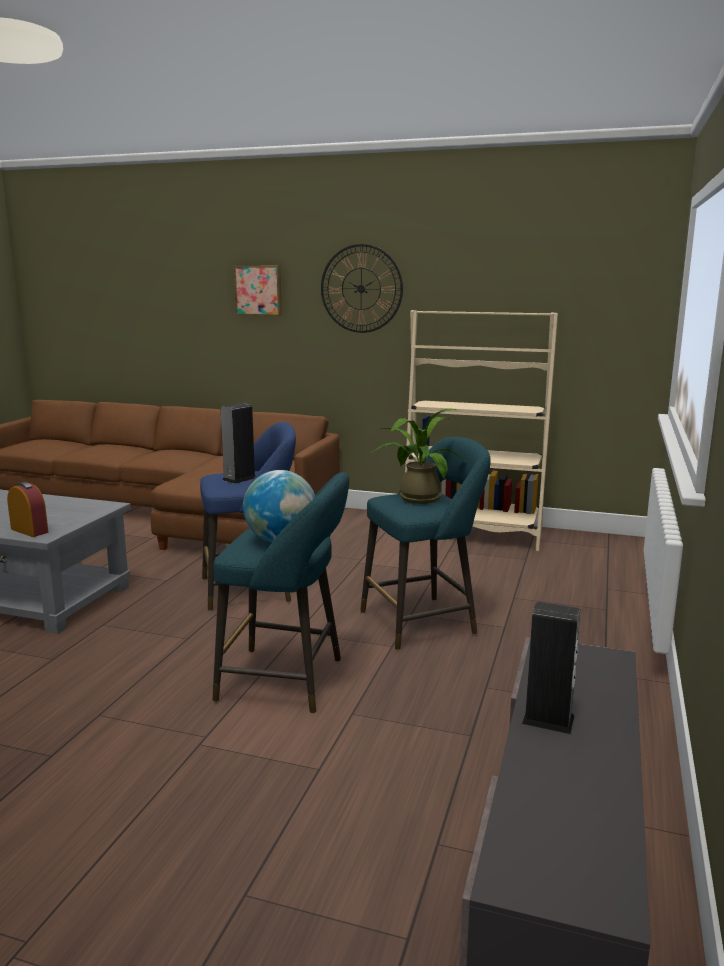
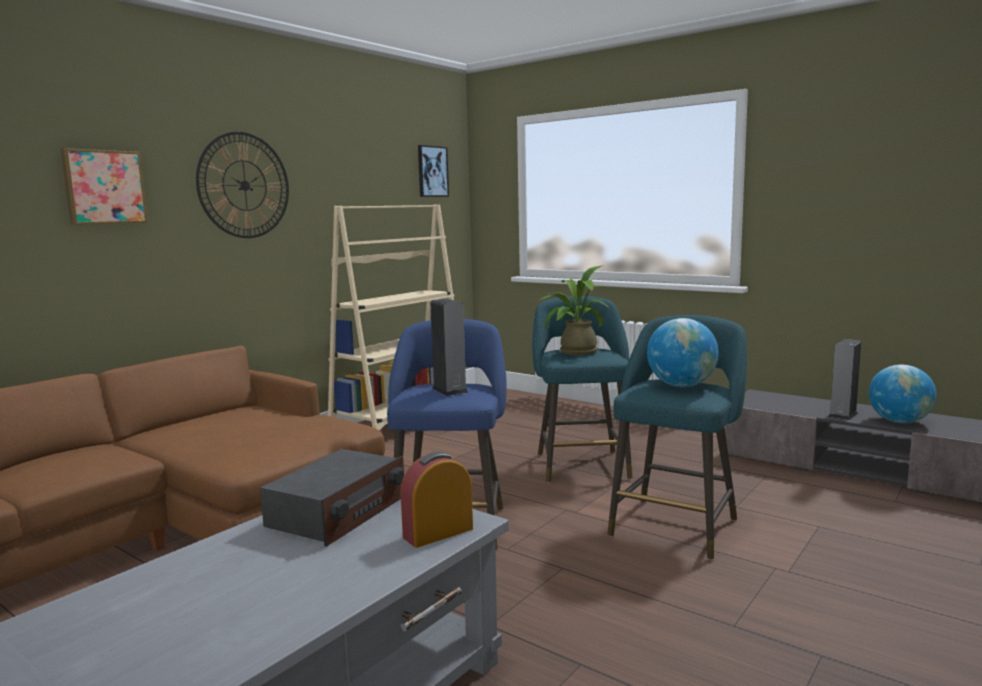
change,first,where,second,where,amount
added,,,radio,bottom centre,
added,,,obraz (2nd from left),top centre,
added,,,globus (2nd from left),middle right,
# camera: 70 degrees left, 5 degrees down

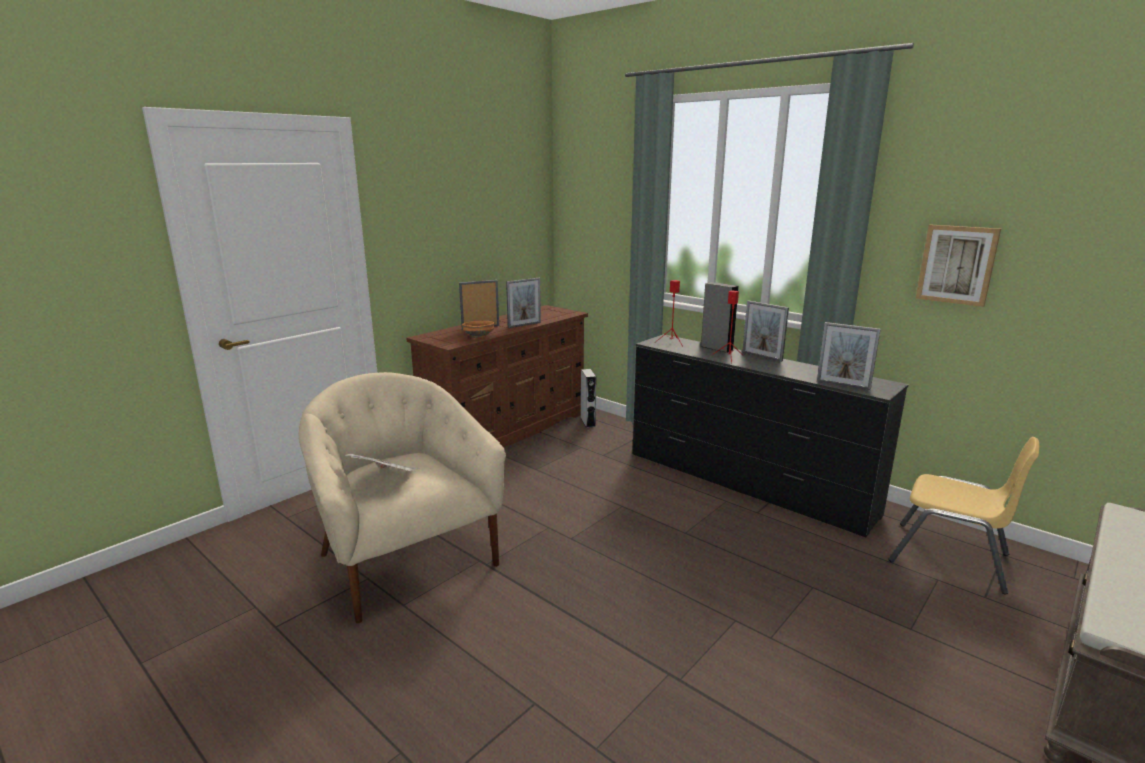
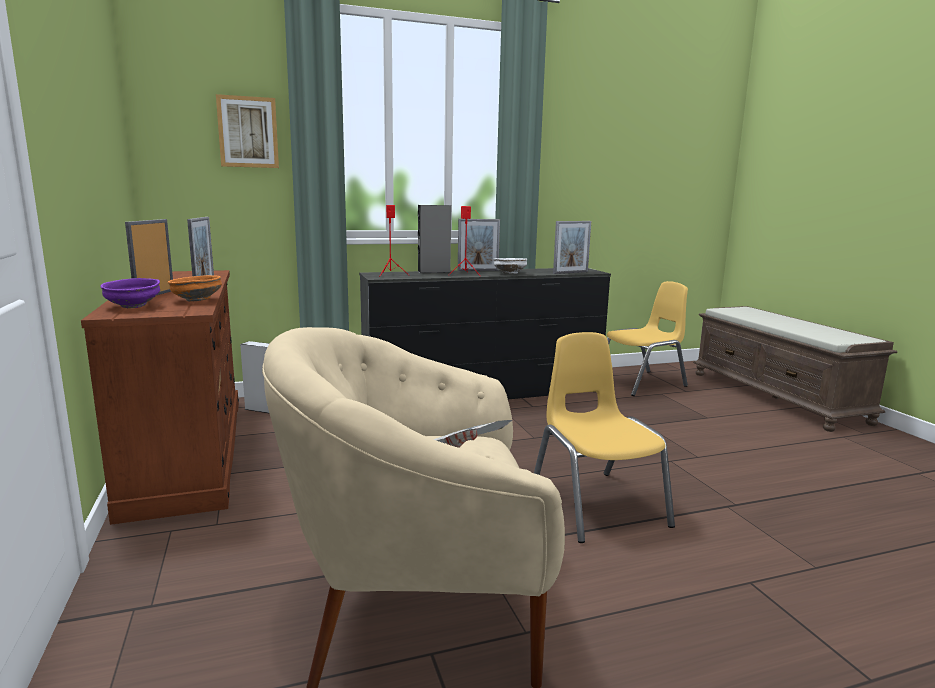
change,first,where,second,where,amount
added,,,miska/fioletowy,middle left,
moved,obraz,middle right,,top left,
added,,,miska/biały,centre,
added,,,krzesło/żółty (1st from left),centre,
# camera: 60 degrees left, 5 degrees down

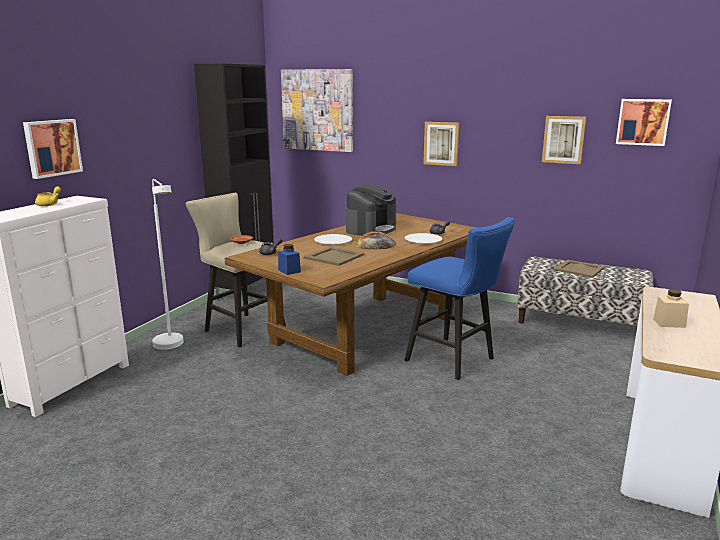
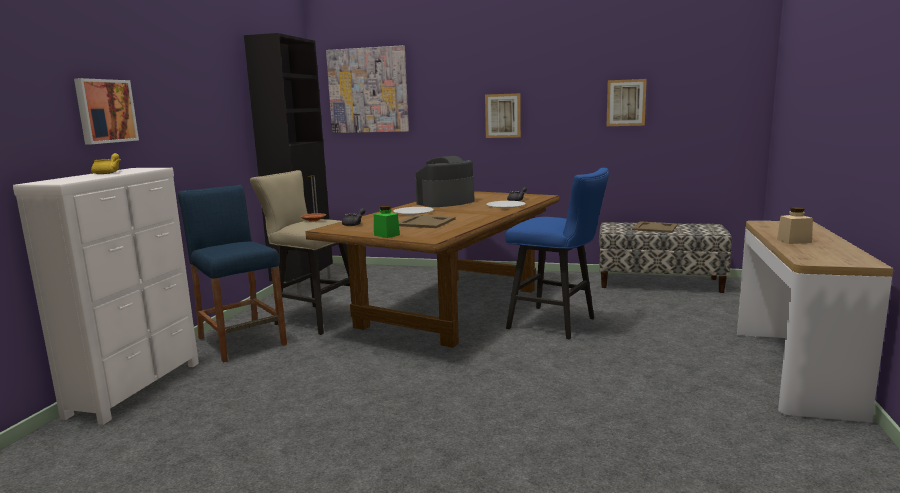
change,first,where,second,where,amount
replaced,lampa stojąca/biały,middle left,stołek/niebieski (1st from left),middle left,
recoloured,słoik/niebieski,centre,słoik/zielony,centre,
turned,ekspres do kawy,centre,,centre,150 degrees counterclockwise
removed,chleb,centre,,,
removed,obraz (5th from left),top right,,,
# camera: 10 degrees left, 5 degrees down

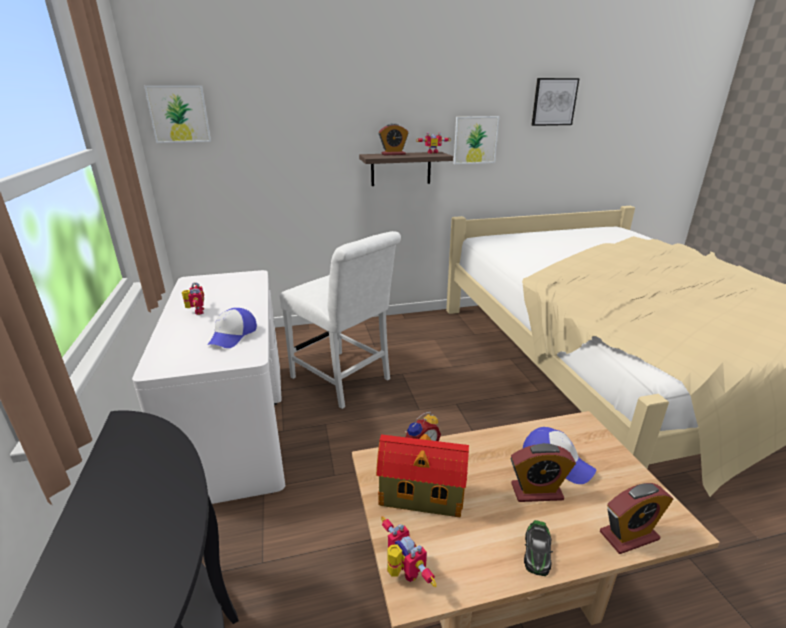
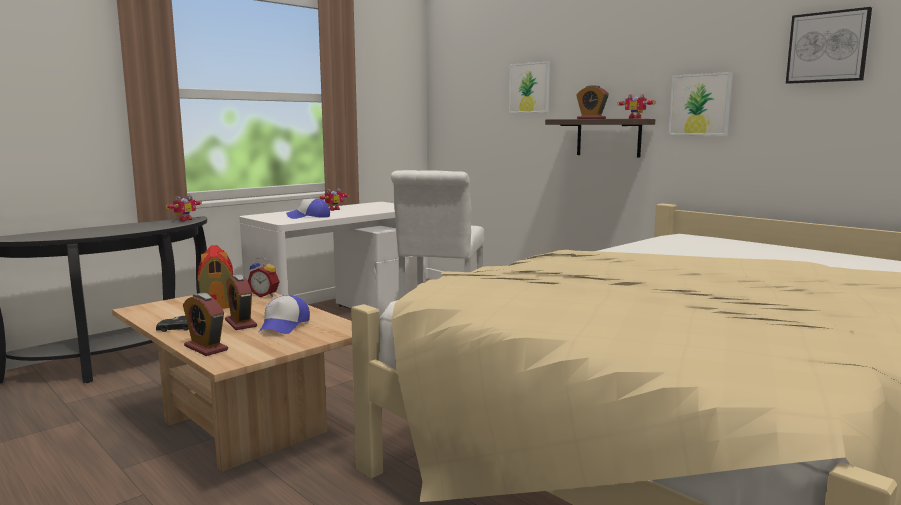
change,first,where,second,where,amount
moved,robot zabawkowy (2nd from left in the first image),bottom centre,robot zabawkowy (1st from left),middle left,
moved,obraz (1st from left),top left,,top centre,
# camera: 60 degrees right, 15 degrees down

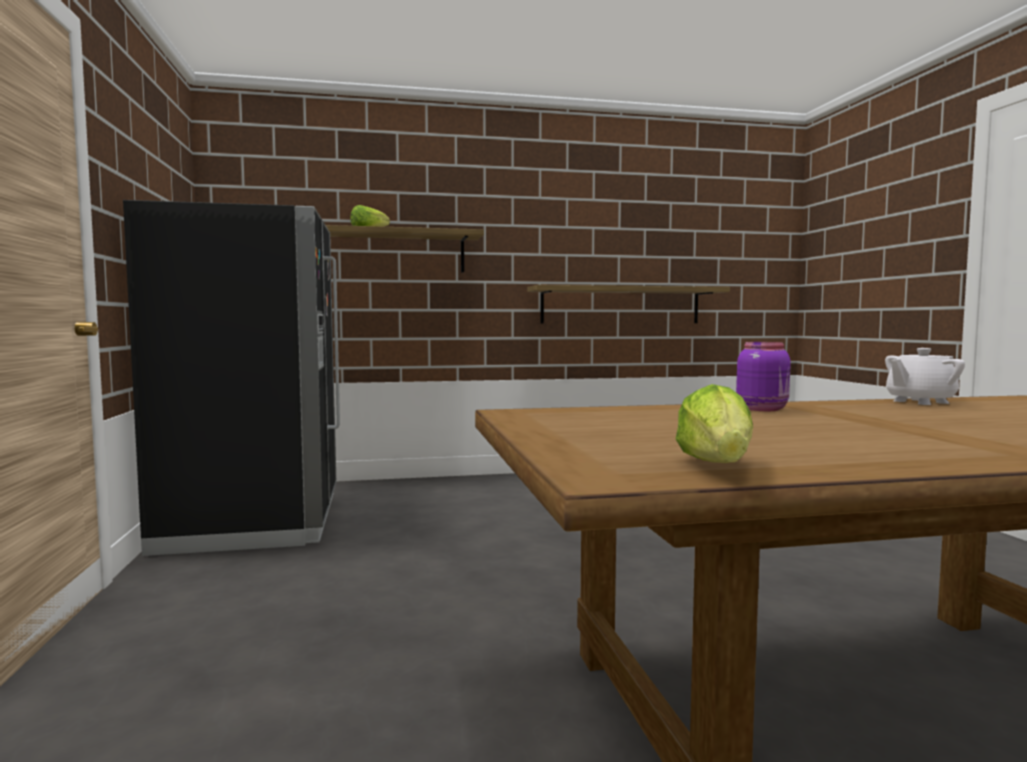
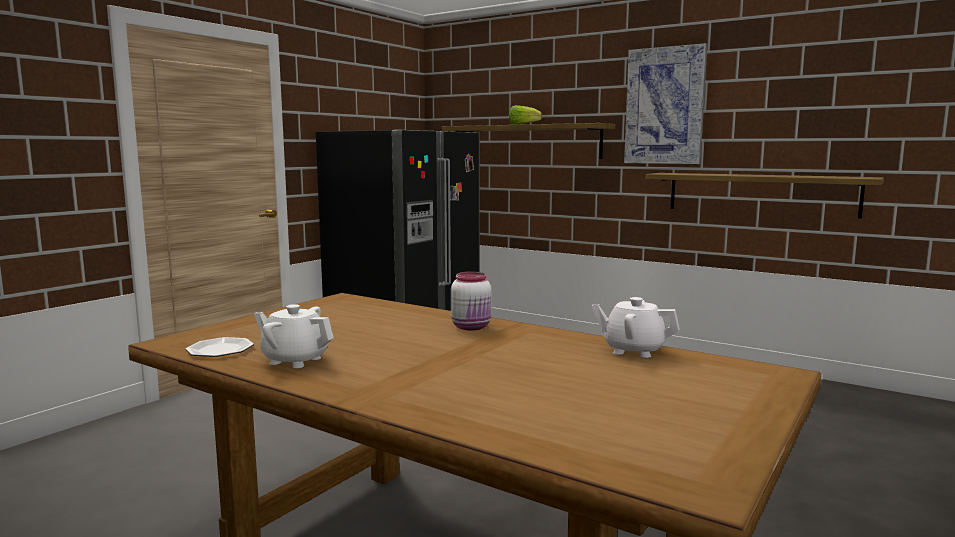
change,first,where,second,where,amount
replaced,sałata (2nd from left),middle right,talerz,middle left,
added,,,imbryk/biały (1st from left),middle left,
recoloured,słoik/fioletowy,middle right,słoik/biały,centre,
added,,,obraz,top right,
# camera: 45 degrees right, 5 degrees up

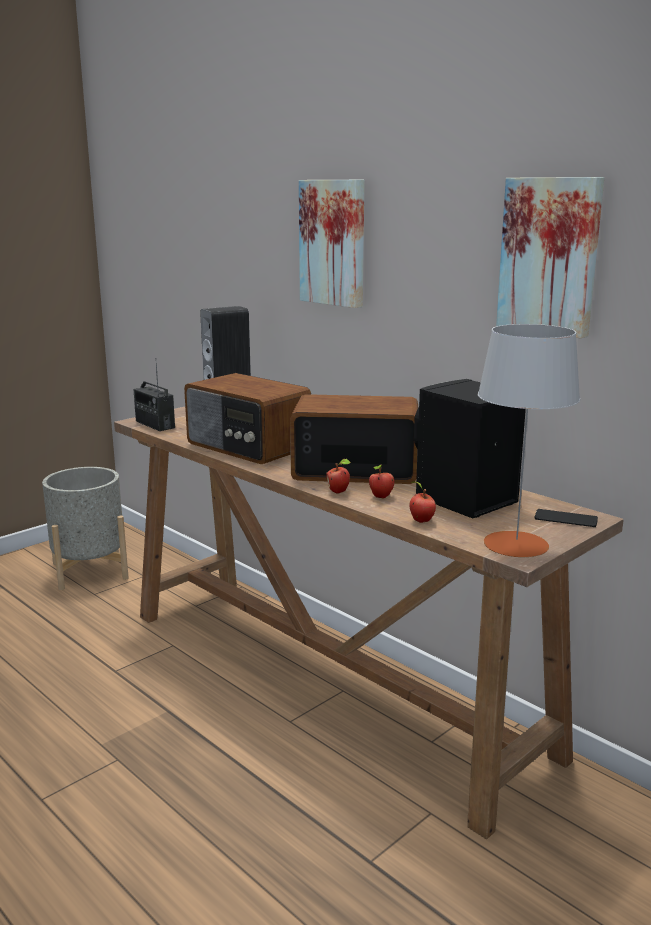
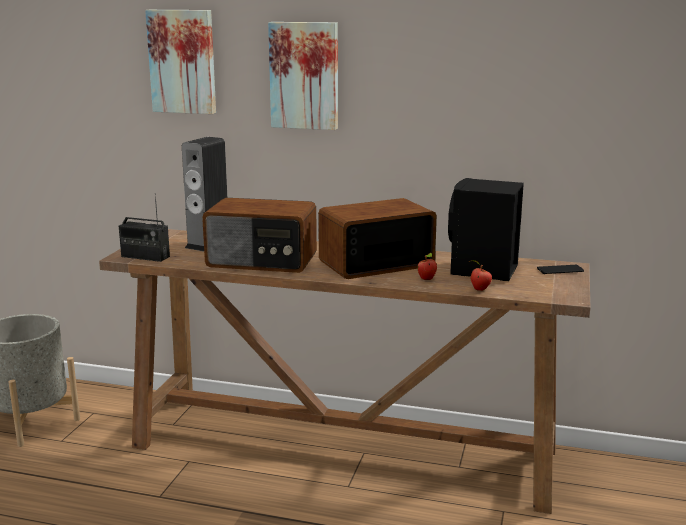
change,first,where,second,where,amount
moved,obraz (2nd from left in the first image),top right,obraz (1st from left),top left,
removed,jabłko (1st from left),centre,,,
removed,lampa stołowa/szary,middle right,,,
# camera: 30 degrees left, 0 degrees up

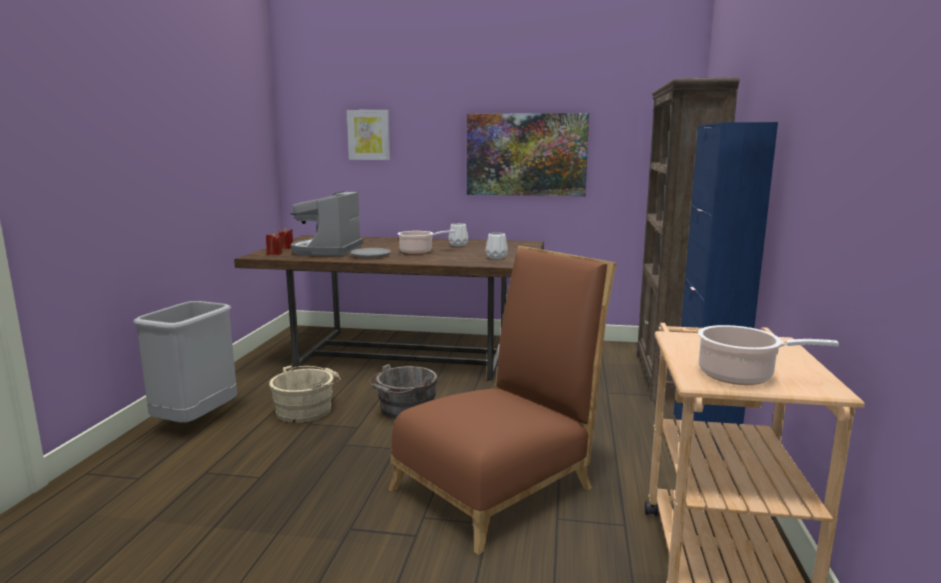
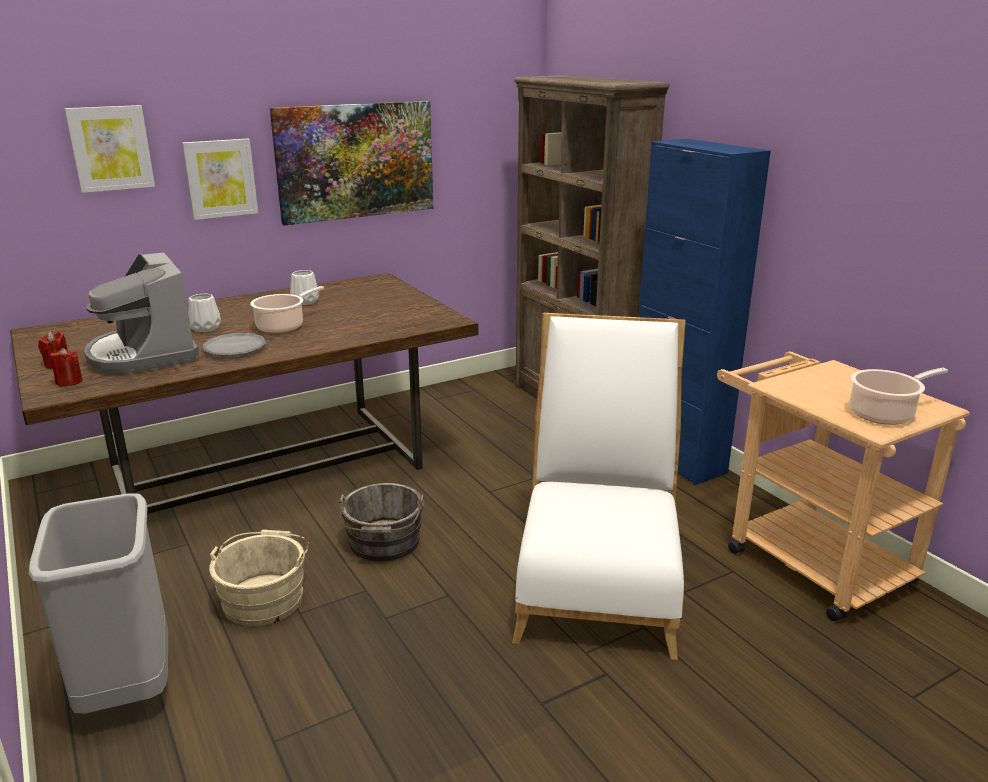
change,first,where,second,where,amount
added,,,obraz (2nd from left),top left,
moved,wazon/biały (2nd from left in the first image),centre,wazon/biały (1st from left),middle left,
recoloured,krzesło/brązowy,bottom centre,krzesło/biały,centre,
# camera: 40 degrees left, 10 degrees up

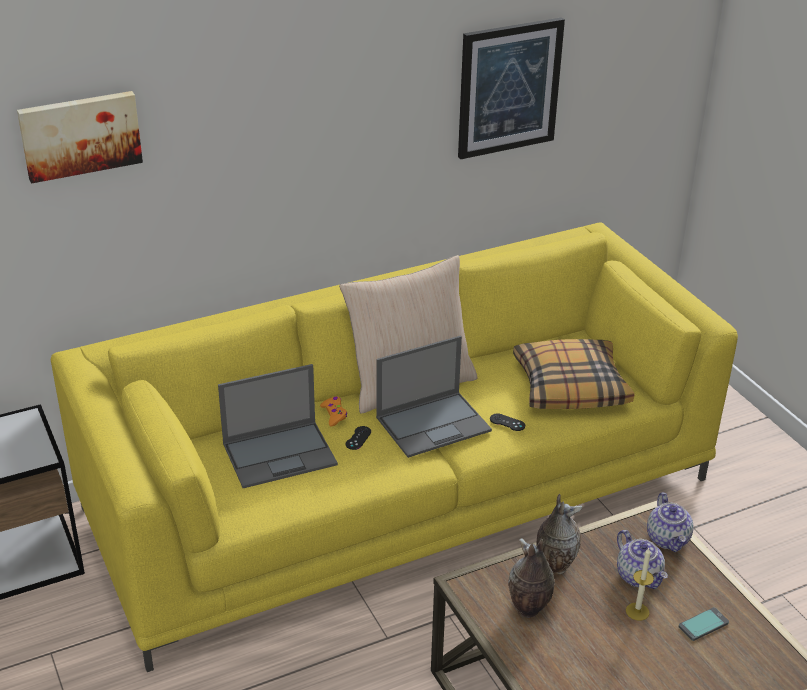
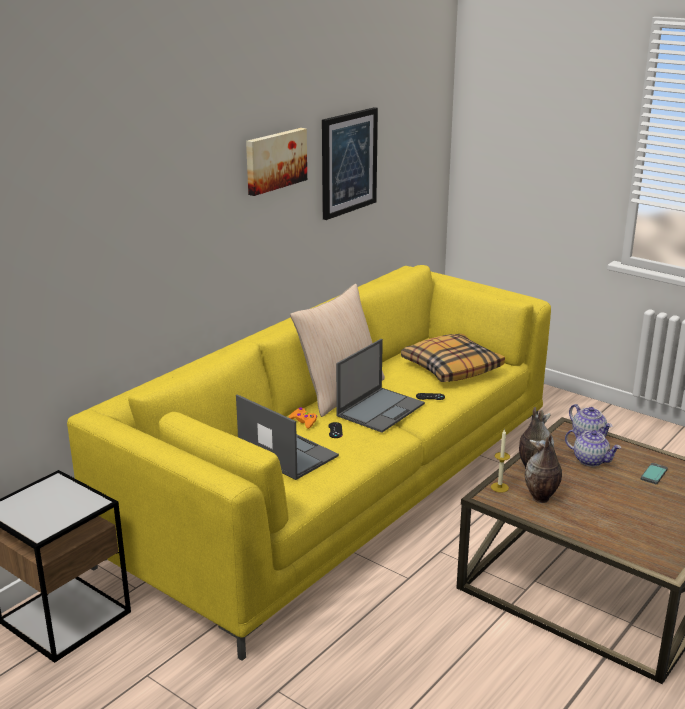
change,first,where,second,where,amount
turned,laptop (1st from left),centre,,centre,90 degrees counterclockwise
moved,obraz (1st from left),top left,,top centre,
moved,świeca,bottom right,,middle right,
# camera: 25 degrees left, 10 degrees down

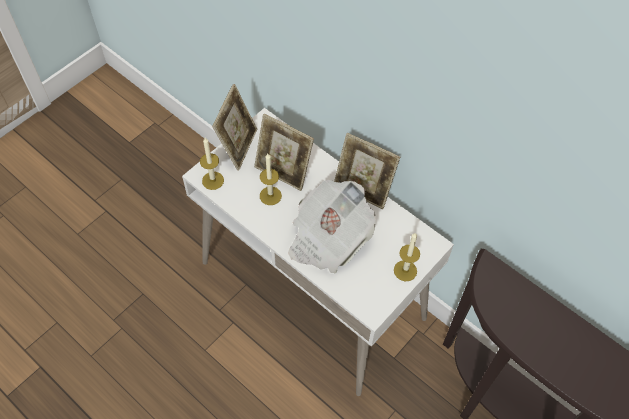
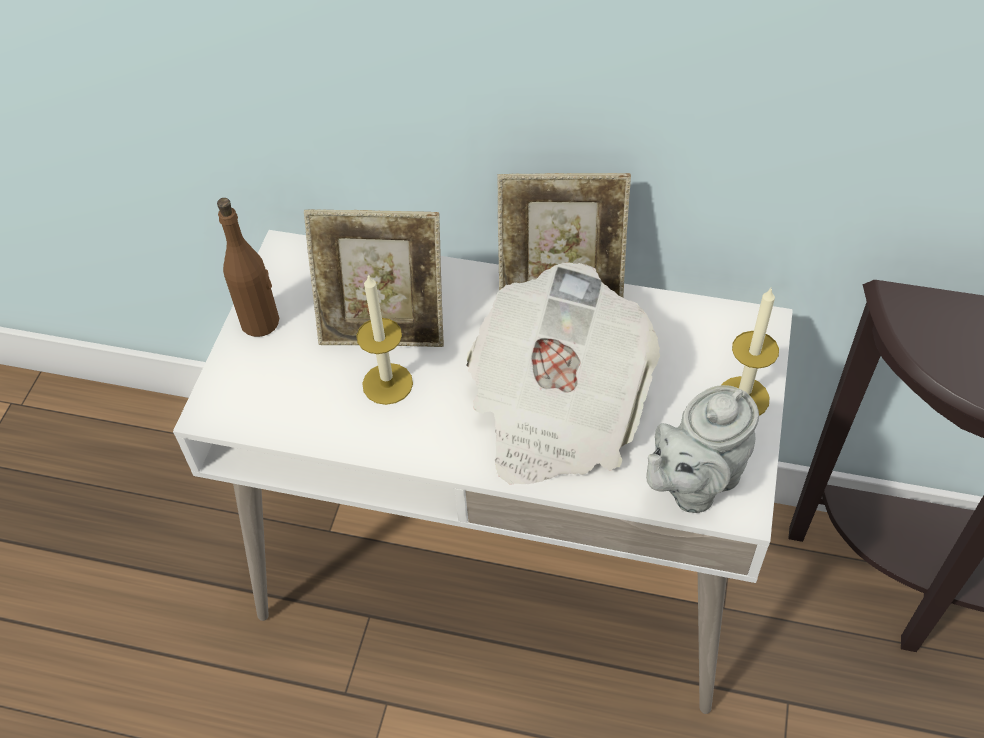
change,first,where,second,where,amount
replaced,ramka na zdjęcie (1st from left),top centre,butelka/brązowy,middle left,
added,,,imbryk/szary,middle right,
removed,świeca (1st from left),centre,,,
# camera: 25 degrees left, 5 degrees down

